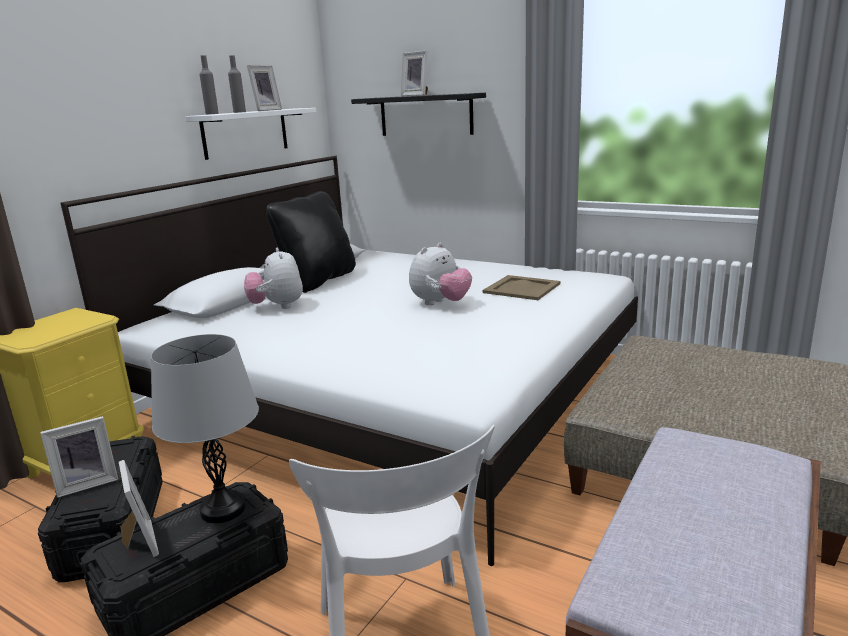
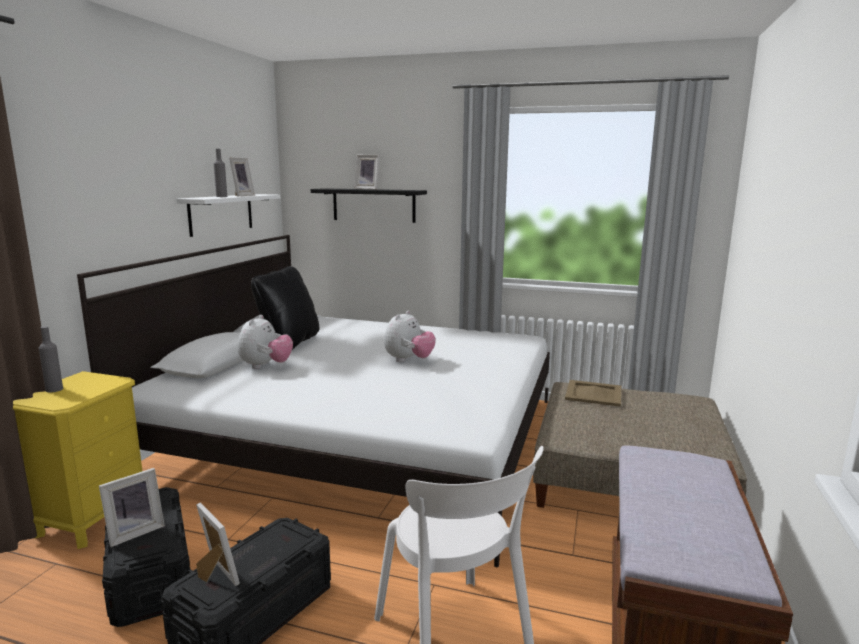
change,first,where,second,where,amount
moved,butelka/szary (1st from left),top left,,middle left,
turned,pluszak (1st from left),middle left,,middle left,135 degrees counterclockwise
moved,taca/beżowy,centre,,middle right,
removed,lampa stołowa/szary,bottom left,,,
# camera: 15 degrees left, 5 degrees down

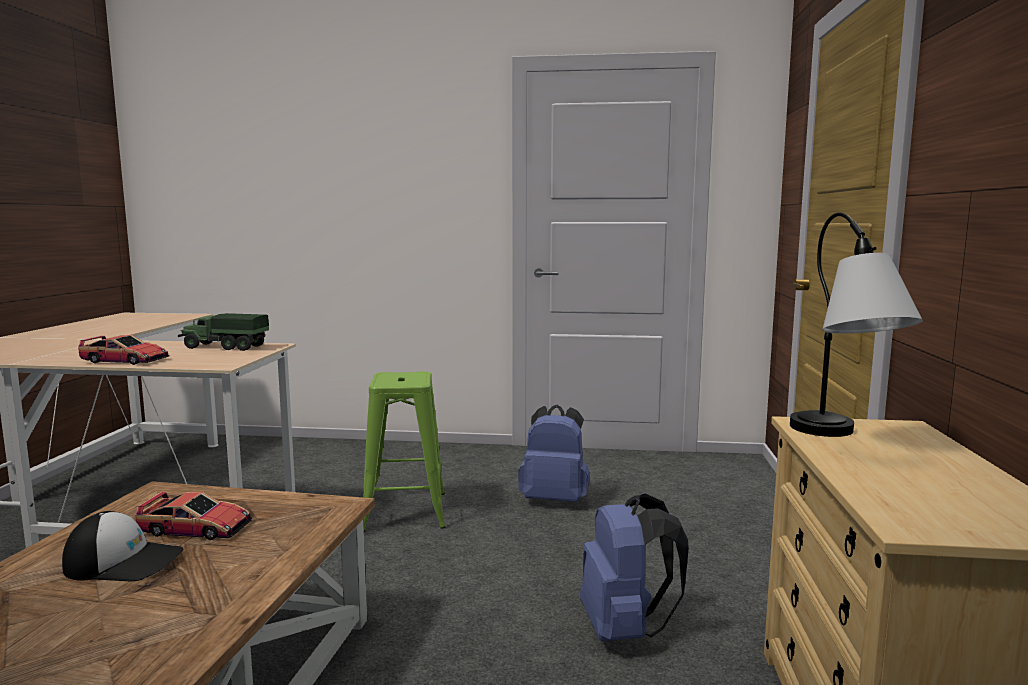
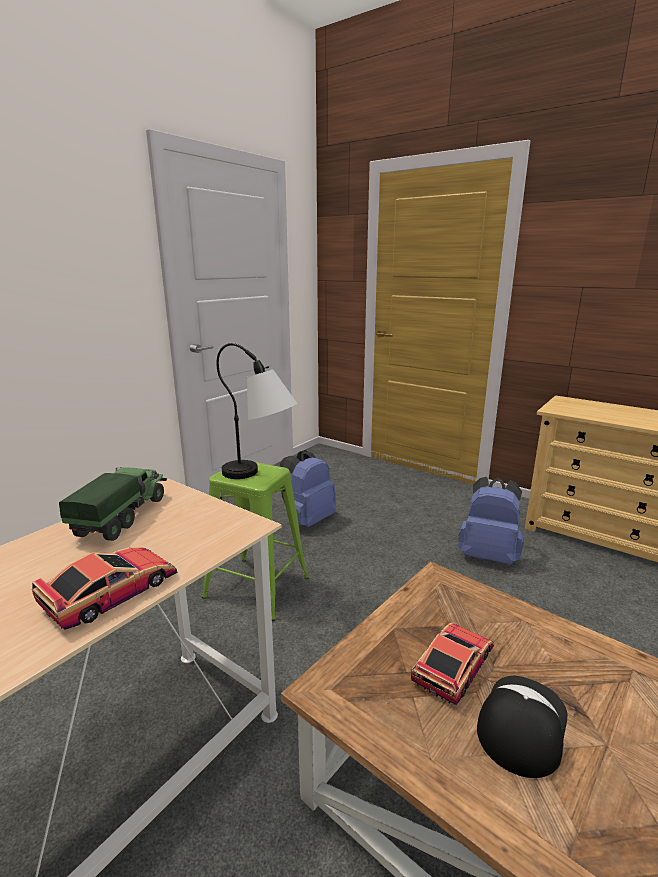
change,first,where,second,where,amount
turned,ciężarówka zabawkowa,middle left,,middle left,150 degrees clockwise
moved,lampa stołowa,middle right,,centre,
# camera: 60 degrees left, 10 degrees up

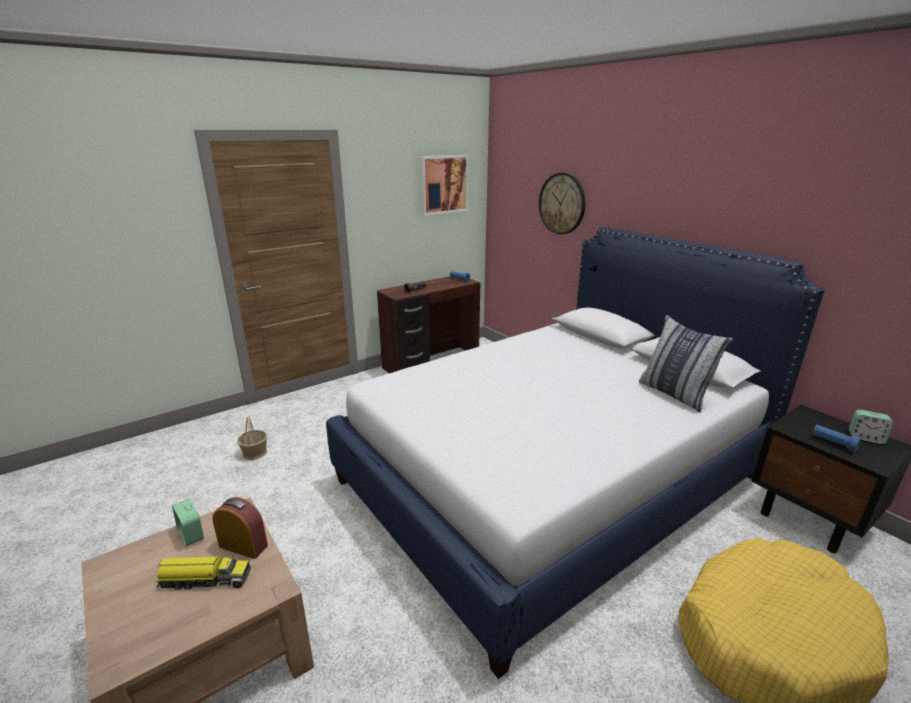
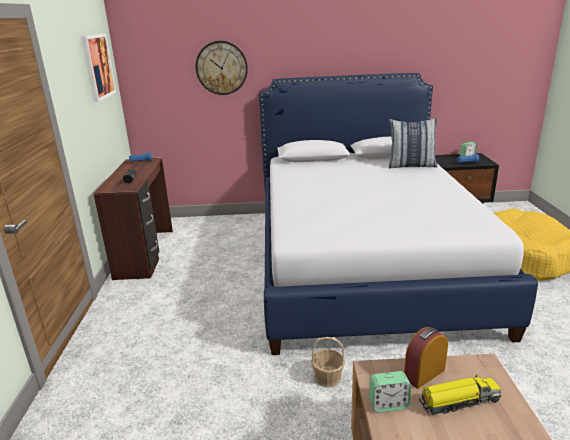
change,first,where,second,where,amount
moved,koszyk,middle left,,bottom centre,
turned,ciężarówka zabawkowa,bottom left,,bottom right,45 degrees clockwise
# camera: 55 degrees left, 0 degrees up

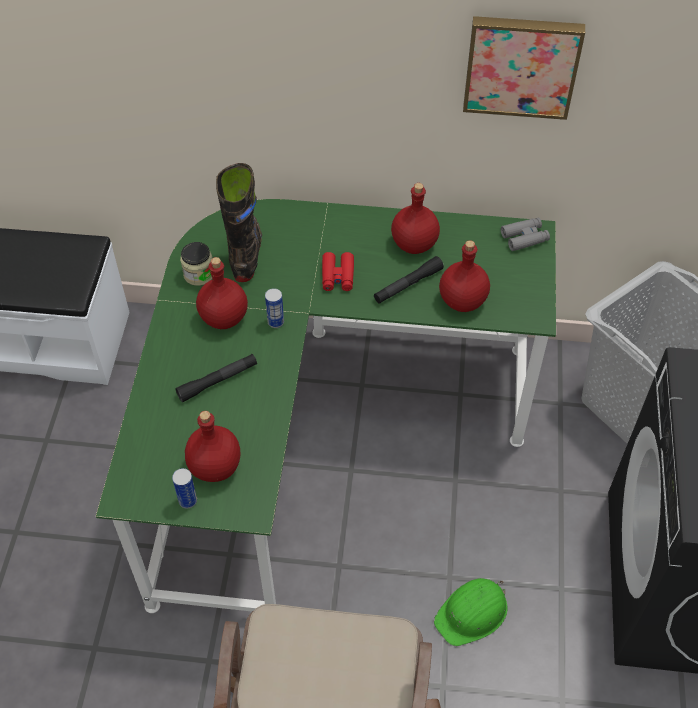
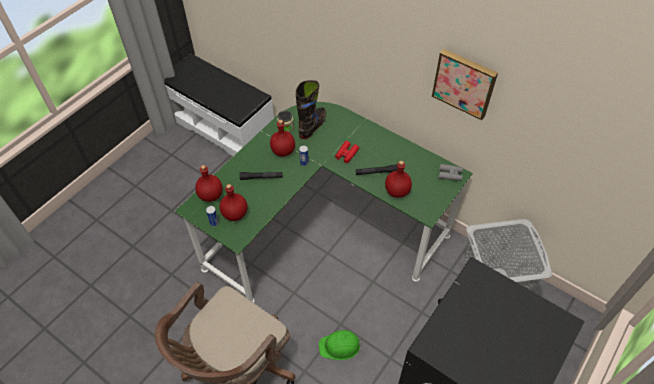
change,first,where,second,where,amount
moved,butelka/czerwony (3rd from left in the first image),top centre,butelka/czerwony (1st from left),middle left,
# camera: 30 degrees right, 0 degrees up

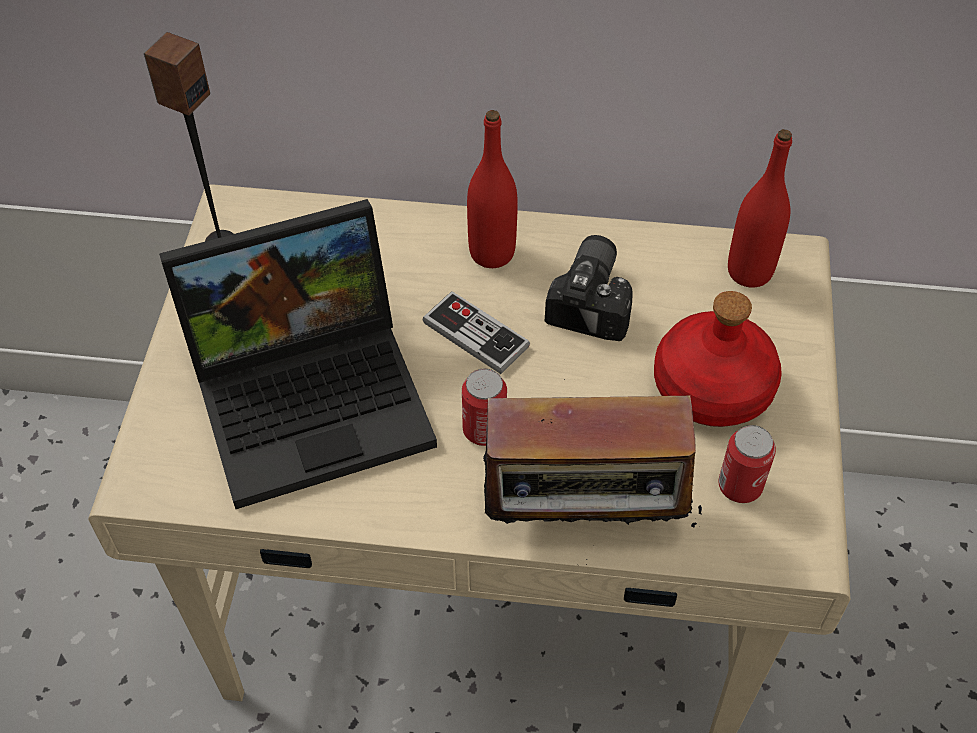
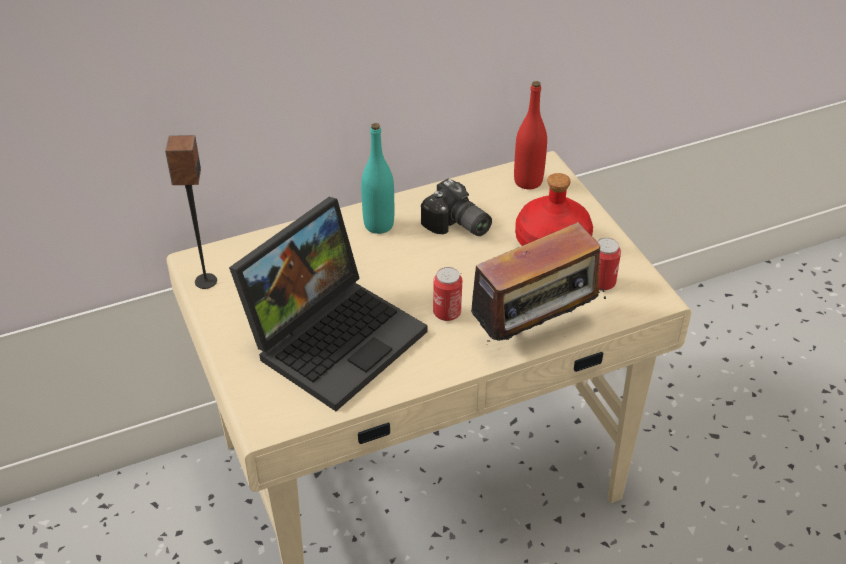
change,first,where,second,where,amount
recoloured,butelka/czerwony (1st from left),top centre,butelka/turkusowy,top centre,
turned,aparat fotograficzny,centre,,centre,150 degrees clockwise
removed,pad do gier,centre,,,
# camera: 30 degrees left, 10 degrees down

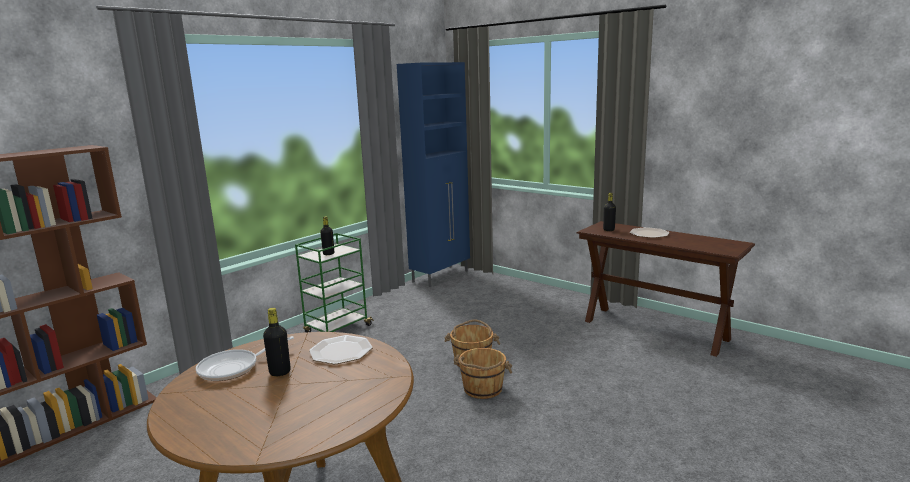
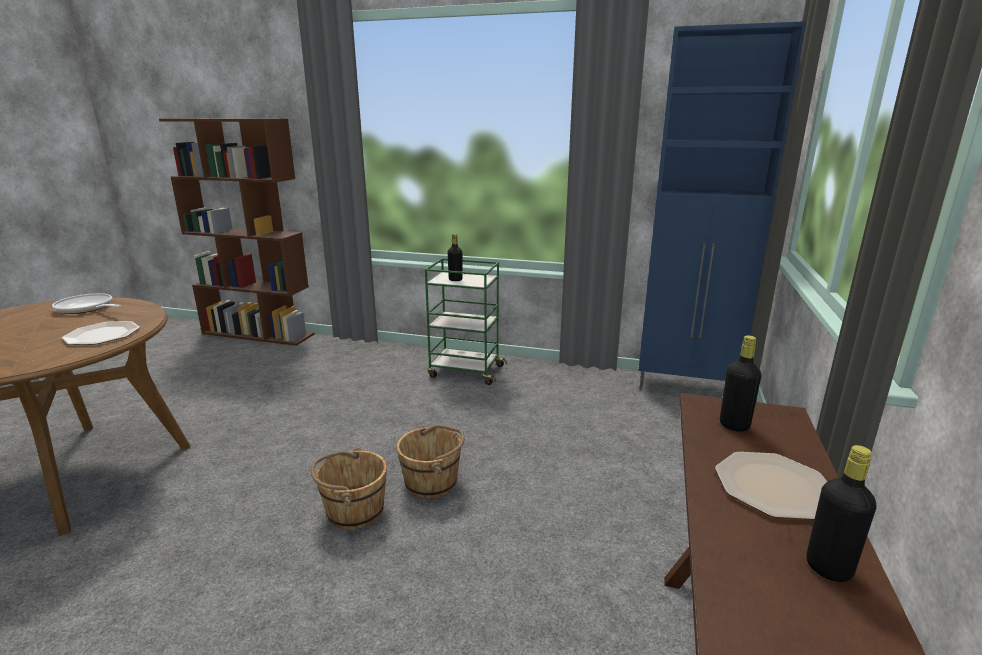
change,first,where,second,where,amount
moved,butelka/czarny (1st from left in the first image),bottom left,butelka/czarny (3rd from left),bottom right,
# camera: 65 degrees right, 5 degrees up

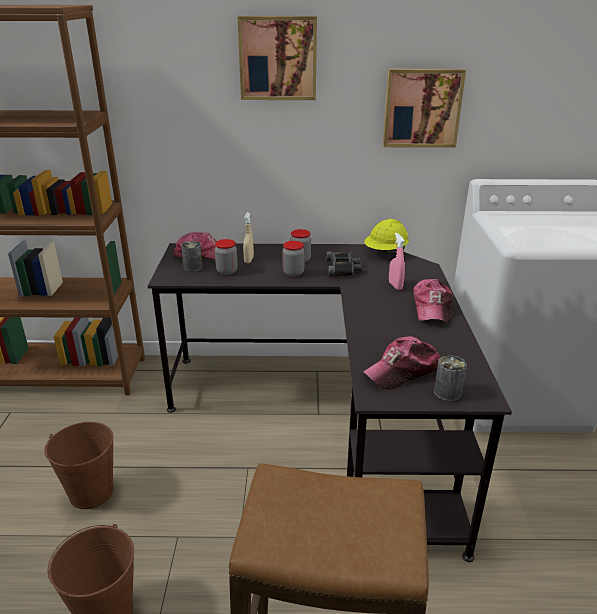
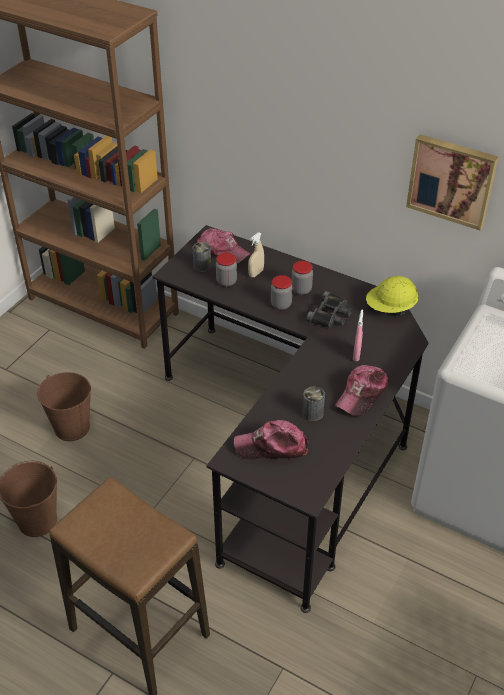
change,first,where,second,where,amount
moved,puszka (2nd from left),middle right,,centre,
removed,obraz (1st from left),top centre,,,
# camera: 30 degrees right, 15 degrees up

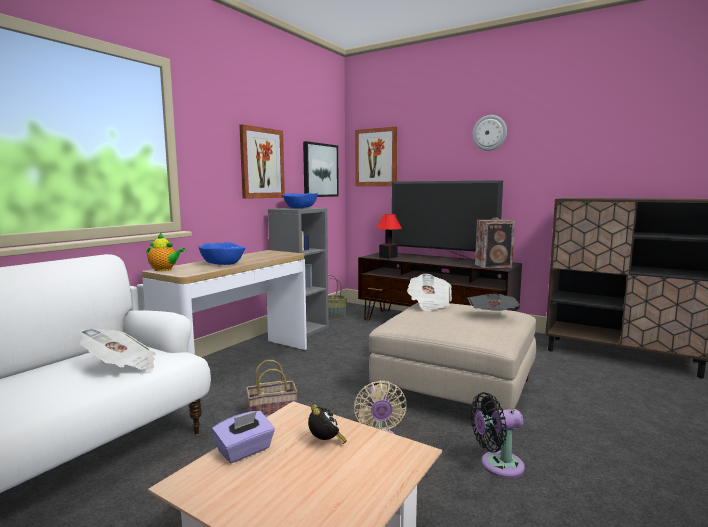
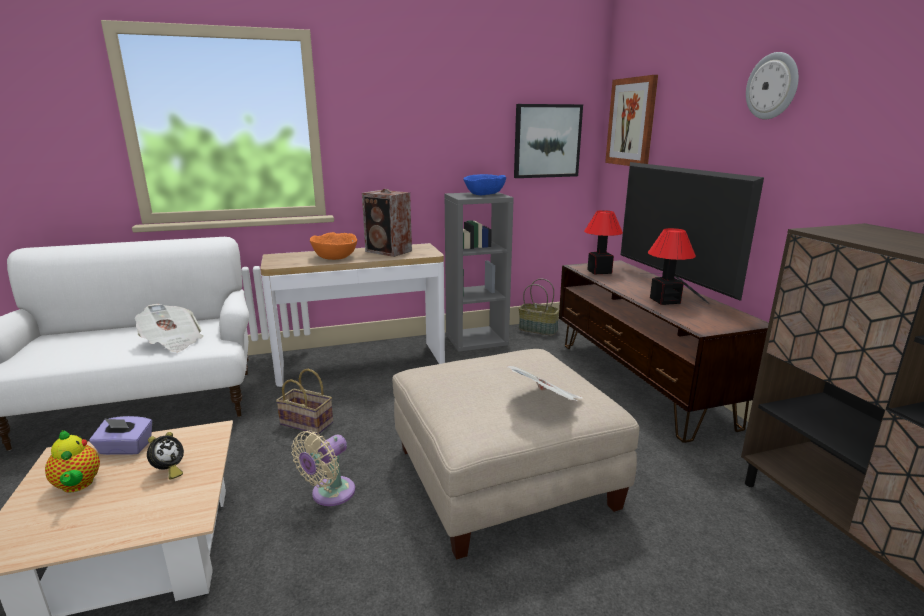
change,first,where,second,where,amount
moved,imbryk,middle left,,bottom left,
recoloured,miska/niebieski (1st from left),middle left,miska/pomarańczowy,centre,
moved,głośnik,middle right,,centre,
added,,,lampa stołowa (2nd from left),middle right,
removed,obraz (1st from left),top centre,,,
removed,gazeta (2nd from left),centre,,,
removed,wentylator/czarny,bottom right,,,
# camera: 40 degrees right, 10 degrees up

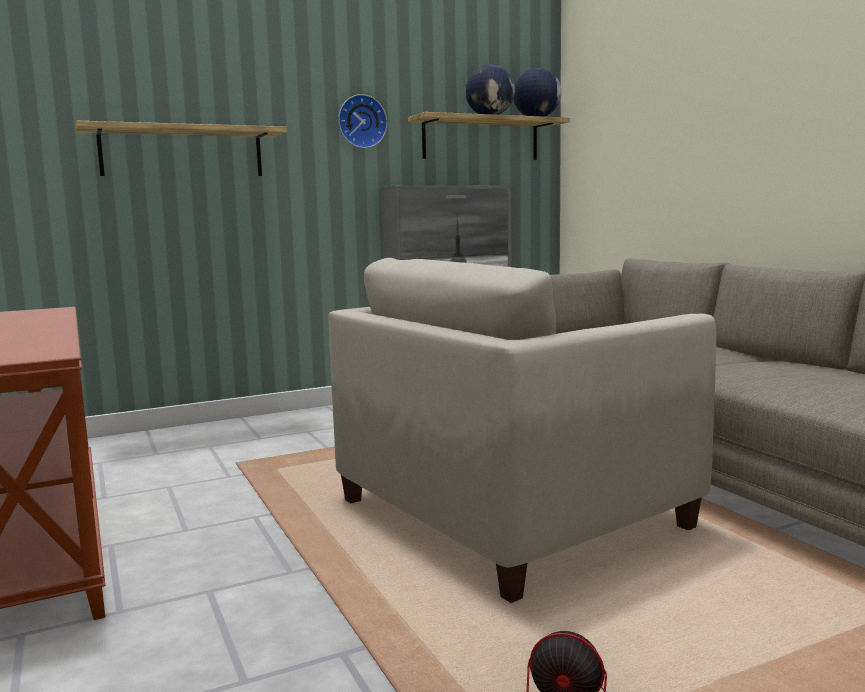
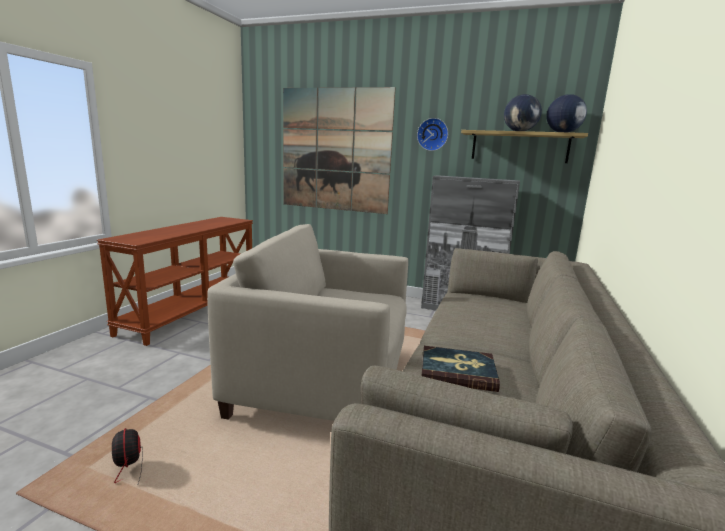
change,first,where,second,where,amount
replaced,półka (1st from left),top left,obraz,top centre,
added,,,książka,bottom centre,
# camera: 45 degrees right, 5 degrees up

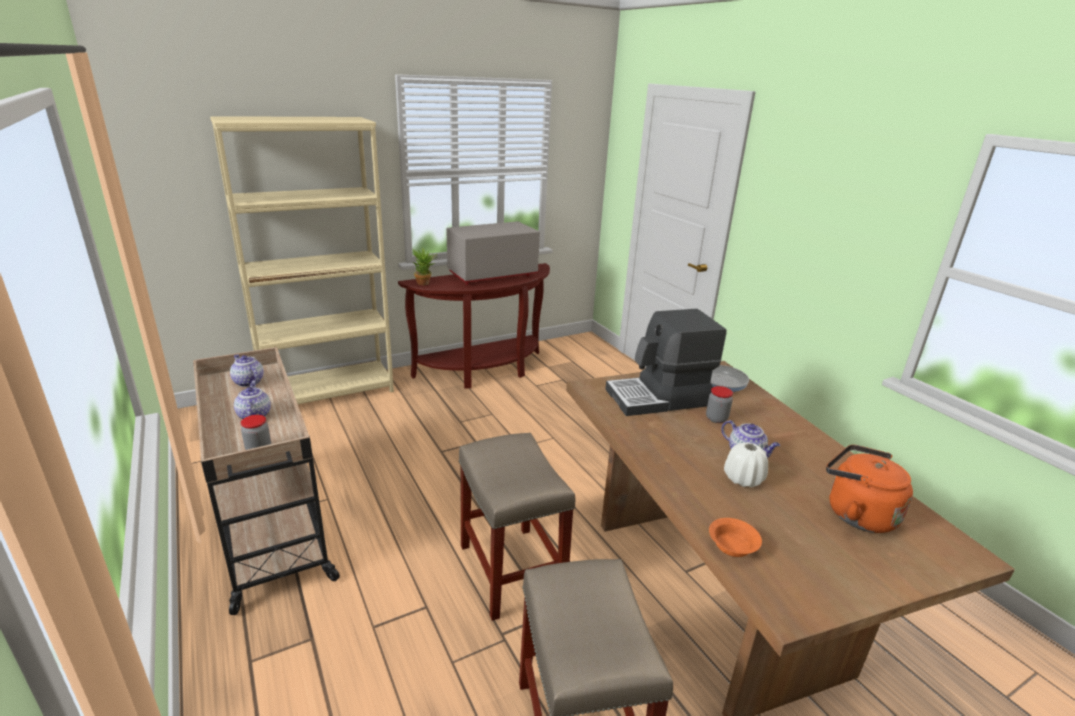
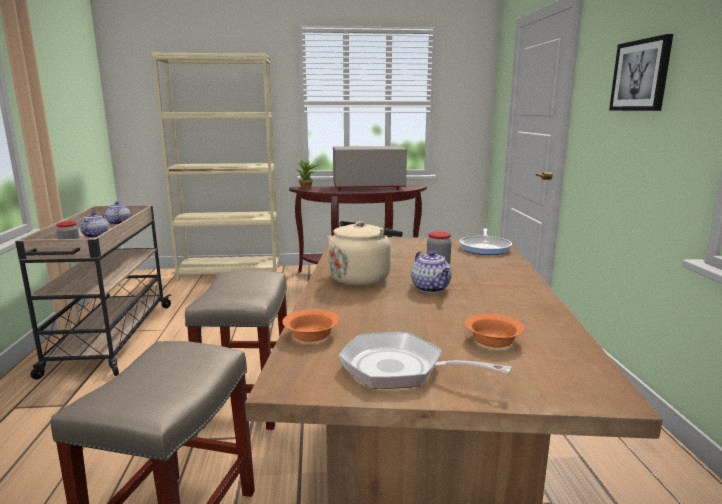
change,first,where,second,where,amount
added,,,czajnik/beżowy,centre,
added,,,patelnia (1st from left),bottom centre,
replaced,czajnik/pomarańczowy,bottom right,miska/pomarańczowy (2nd from left),middle right,
added,,,obraz,top right,
removed,ekspres do kawy,centre,,,
removed,wazon/biały,middle right,,,
# camera: 25 degrees right, 10 degrees down

